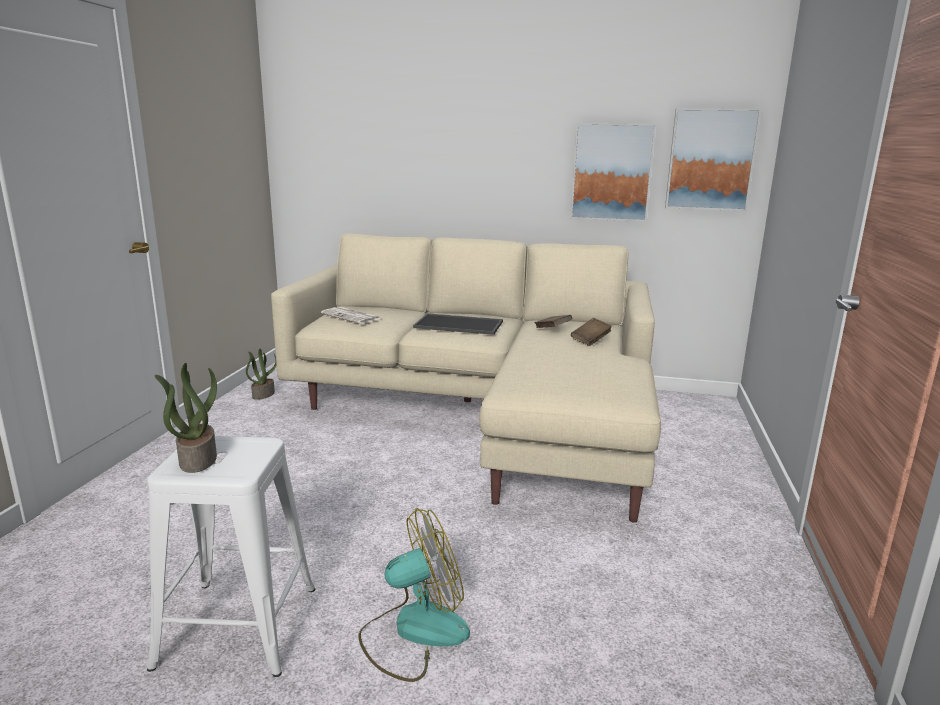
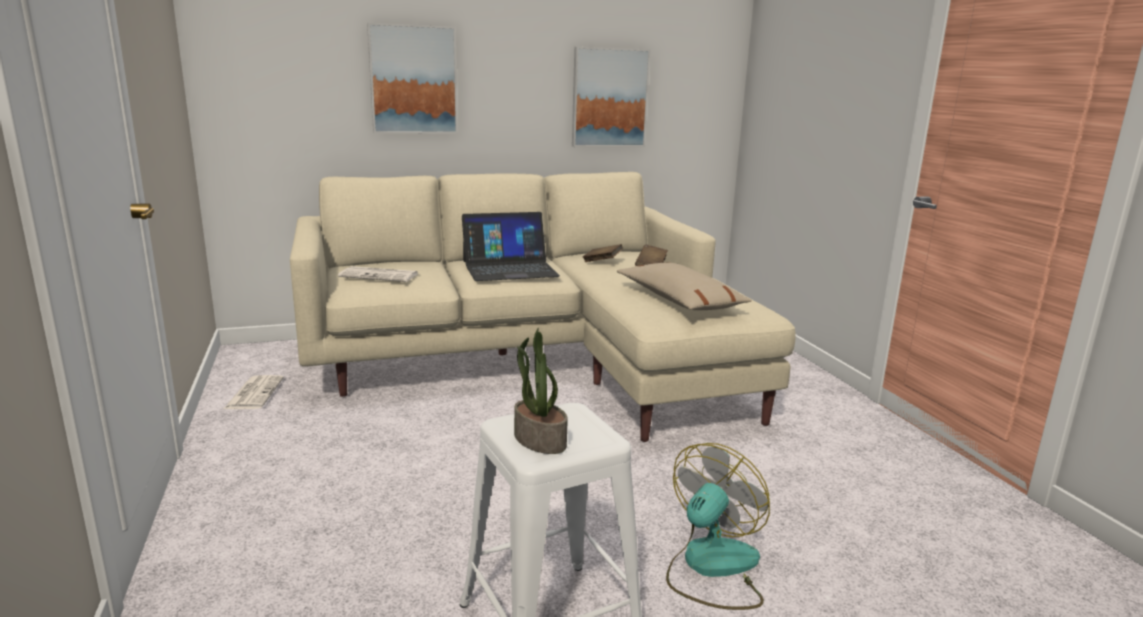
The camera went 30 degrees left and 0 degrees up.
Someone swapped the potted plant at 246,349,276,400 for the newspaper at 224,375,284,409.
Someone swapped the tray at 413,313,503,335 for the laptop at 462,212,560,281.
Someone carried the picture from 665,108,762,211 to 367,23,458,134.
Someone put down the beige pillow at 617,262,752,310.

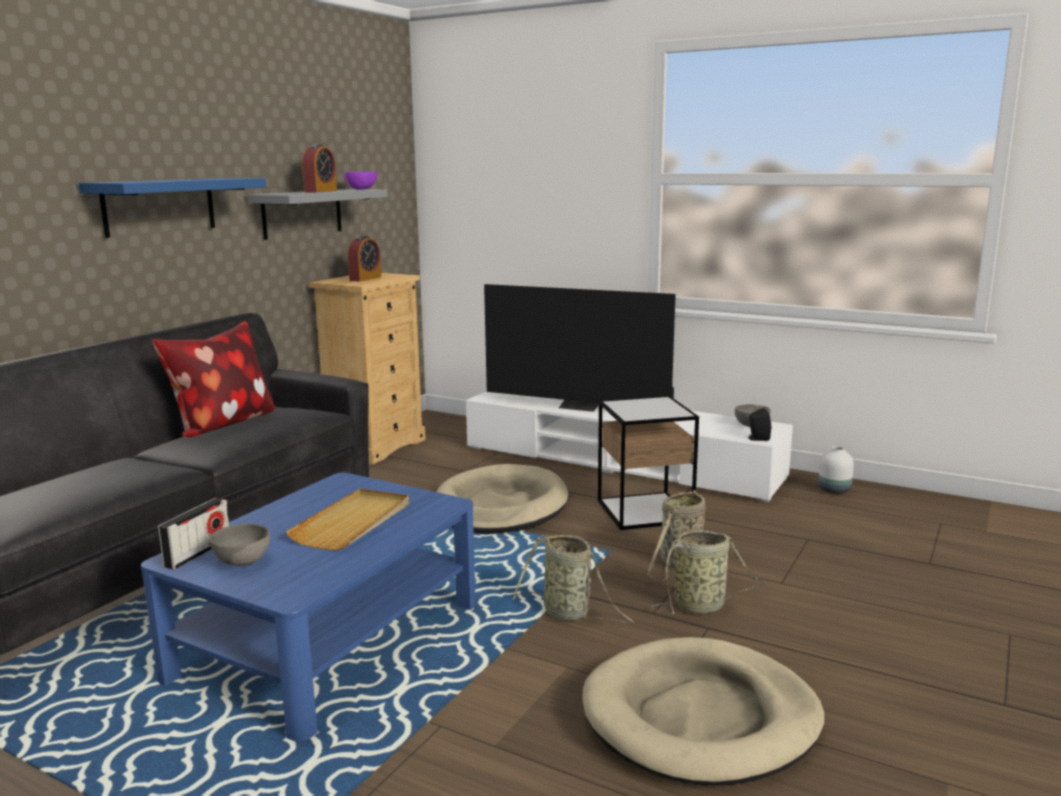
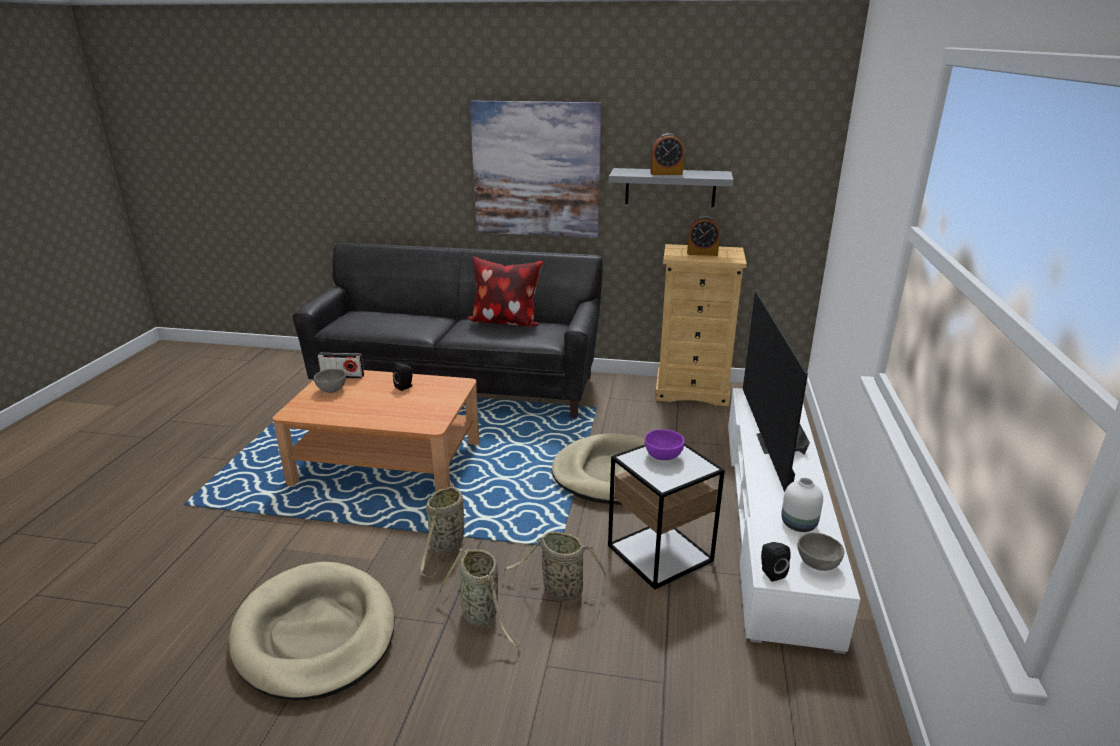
The camera went 70 degrees right and 10 degrees up.
Someone swapped the blue shelf at 79,178,267,238 for the picture at 470,101,601,238.
Someone repainted the blue coffee table at 141,473,476,741, which became the brown coffee table at 273,370,480,492.
Someone took away the beige tray at 286,488,409,551.
Someone carried the purple bowl from 344,171,377,190 to 645,429,685,460.
Someone carried the white vase from 819,446,854,494 to 781,478,823,532.
Someone put down the black speaker at 393,363,413,391.

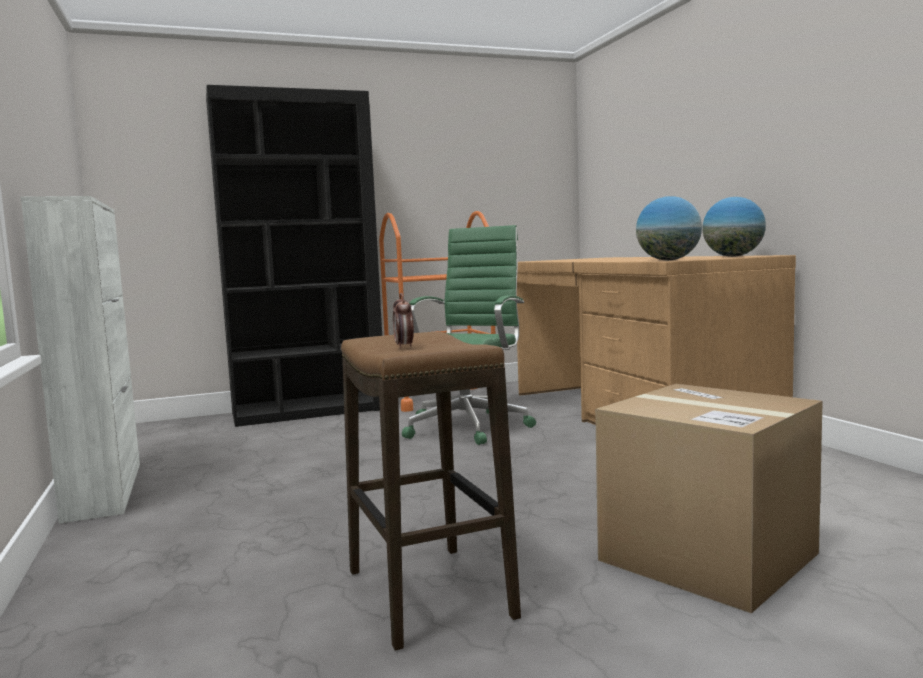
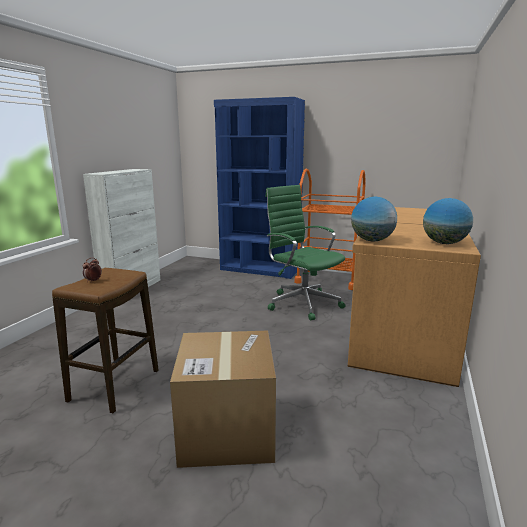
The camera went 40 degrees right and 10 degrees up.
Someone repainted the black bookcase at 206,85,382,427, which became the blue bookcase at 214,97,305,279.
Someone rotated the green office chair at 402,225,536,445 by 105 degrees counterclockwise.

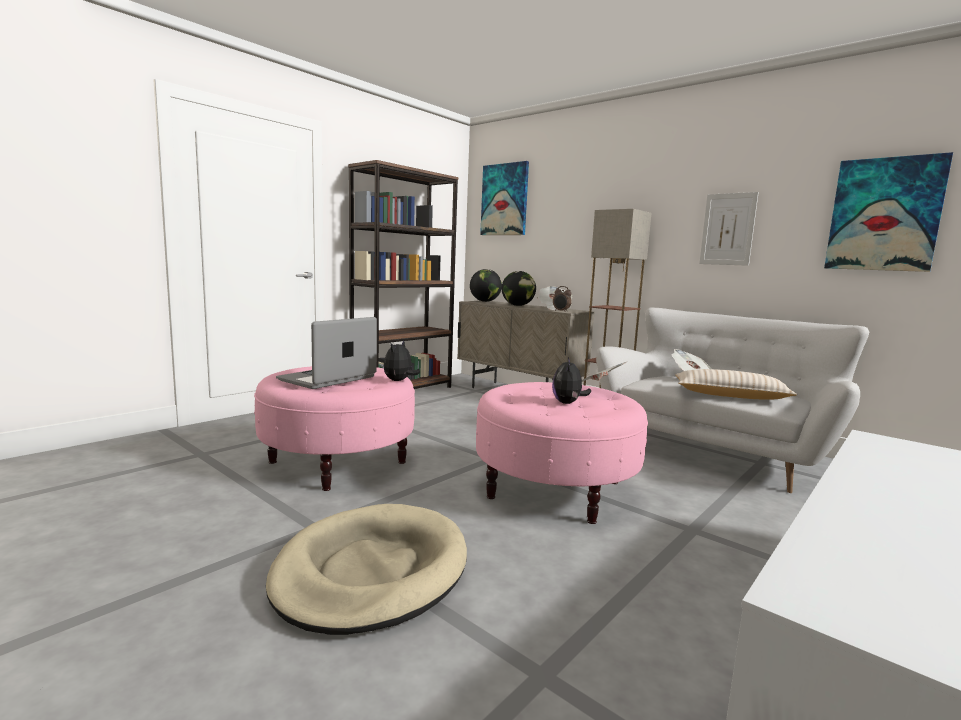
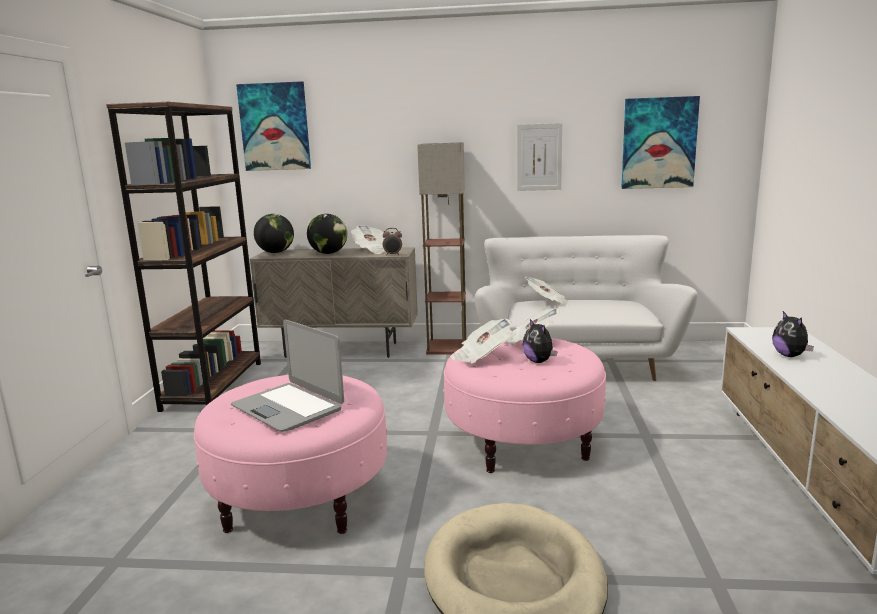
The camera went 35 degrees left and 5 degrees up.
Someone rotated the laptop at 276,317,377,389 by 45 degrees counterclockwise.
Someone carried the plush toy from 383,340,420,381 to 772,311,814,357.
Someone took away the beige pillow at 675,369,797,400.
Someone put down the newspaper at 451,319,512,364.

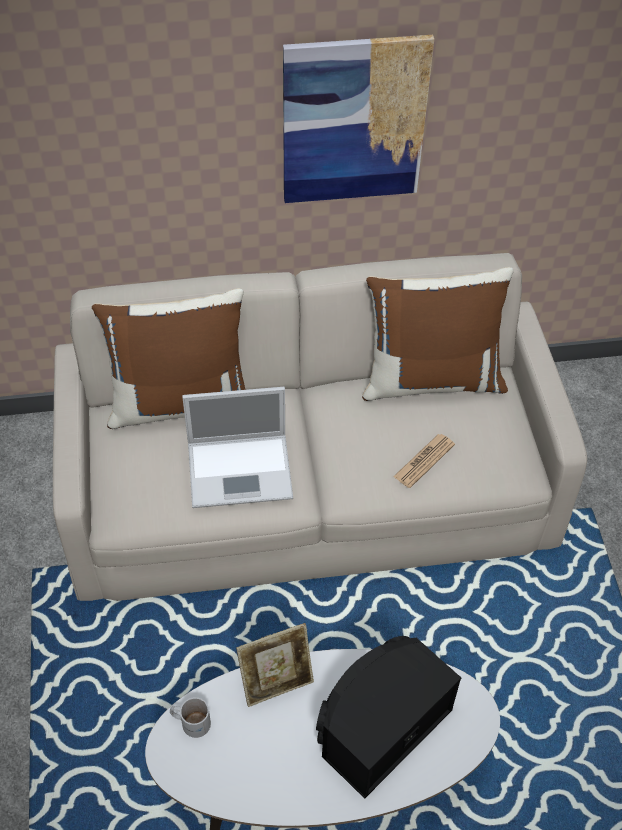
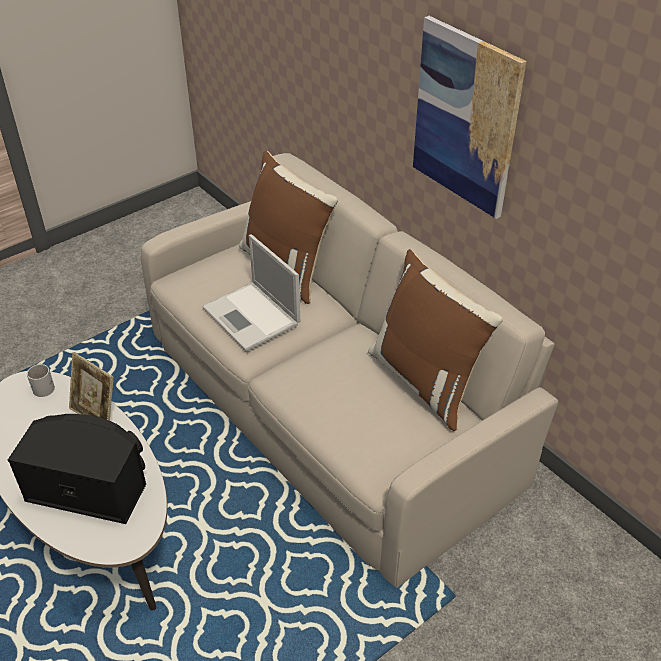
The camera went 60 degrees right and 10 degrees down.
Someone took away the newspaper at 393,434,455,488.

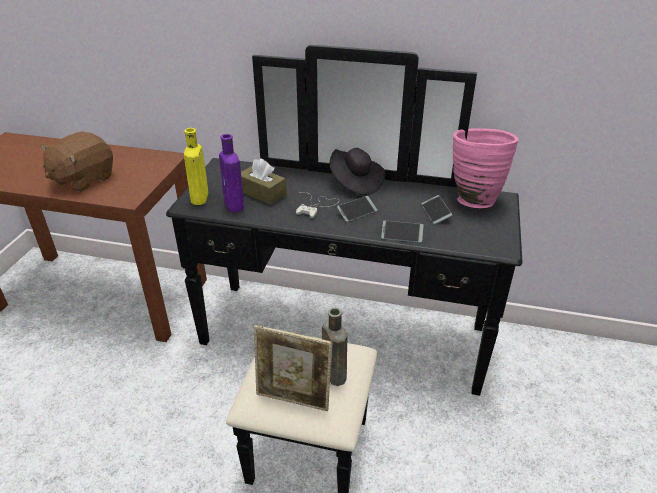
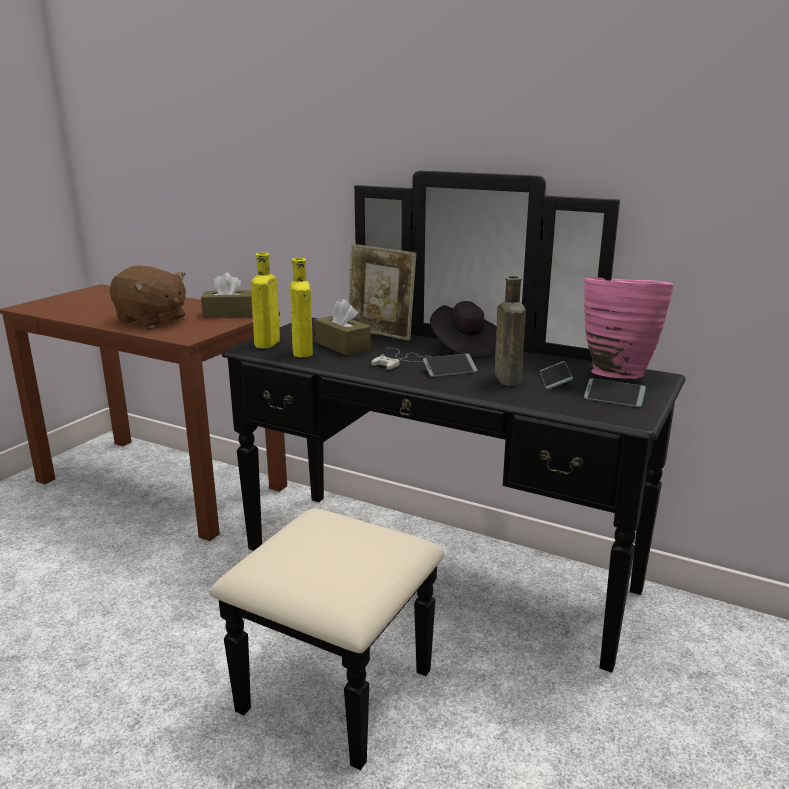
The camera went 15 degrees right and 15 degrees down.
Someone rotated the brown plush toy at 41,132,113,192 by 105 degrees counterclockwise.
Someone repainted the purple bottle at 219,134,244,212, which became the yellow bottle at 290,258,313,357.
Someone carried the picture frame from 254,325,333,411 to 349,244,416,341.
Someone carried the brown bottle from 322,308,347,386 to 495,276,526,386.
Someone carried the phone from 381,221,424,243 to 584,378,646,407.
Someone put down the brown tissue box at 201,273,253,318.

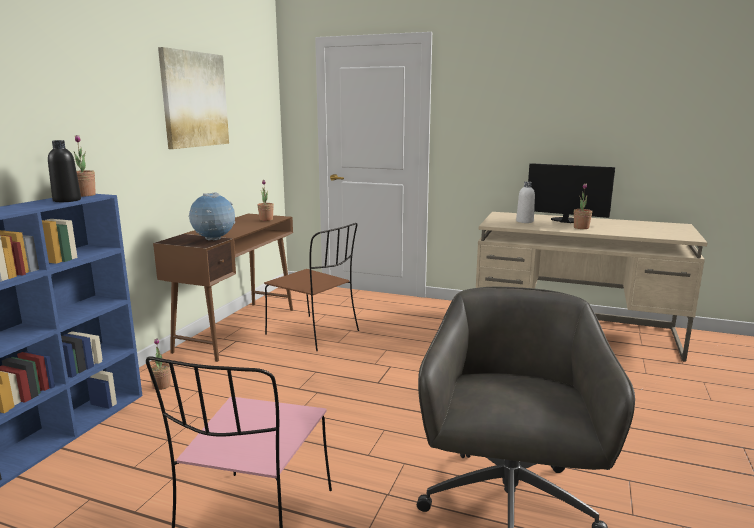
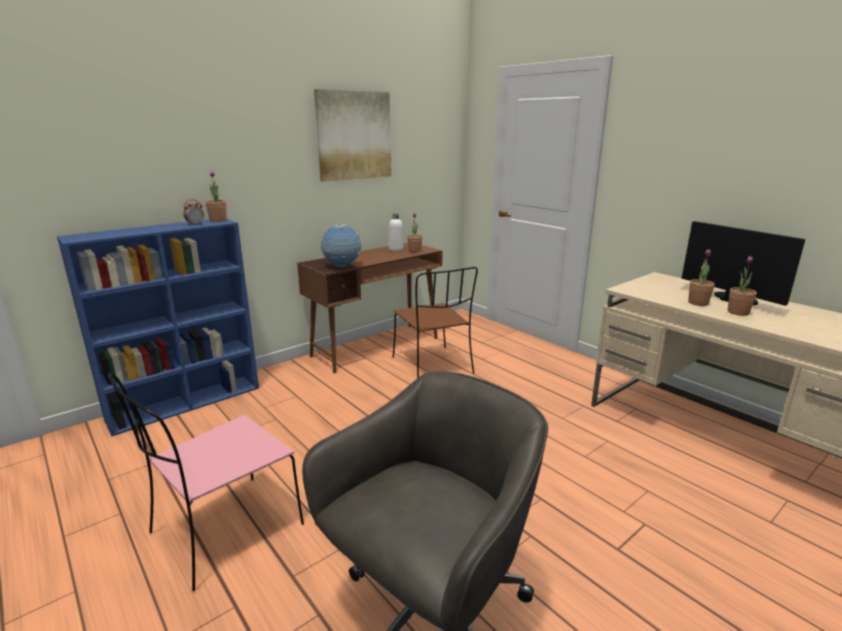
The camera went 30 degrees right and 5 degrees up.
Someone swapped the black bottle at 48,140,81,202 for the alarm clock at 183,199,204,226.
Someone carried the potted plant from 149,338,171,390 to 688,249,715,306.
Someone carried the white bottle from 516,181,535,223 to 389,214,404,251.

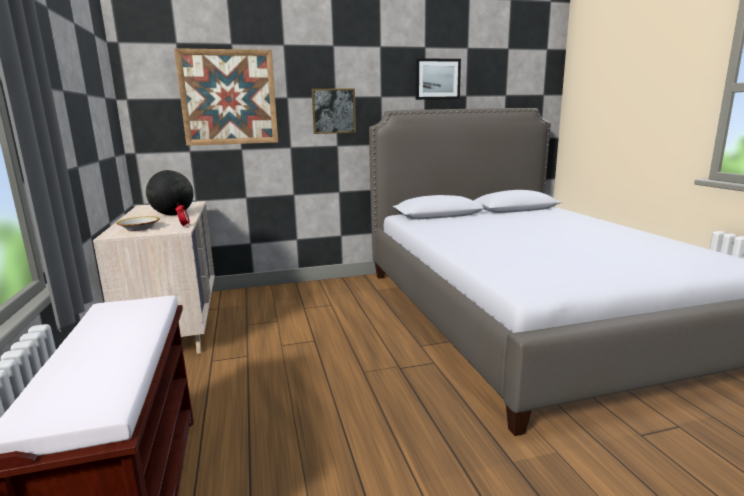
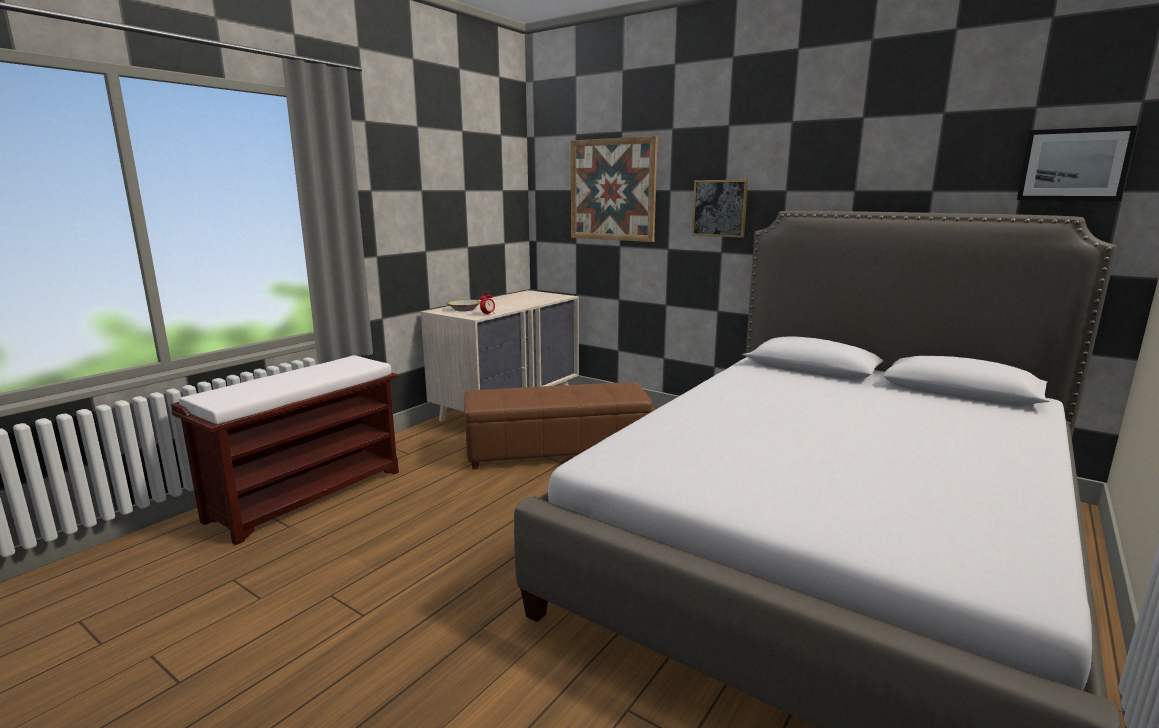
The camera went 50 degrees right and 0 degrees up.
Someone took away the globe at 146,170,194,215.
Someone carried the picture from 416,58,461,100 to 1017,126,1138,201.
Someone put down the brown ottoman at 464,382,652,469.

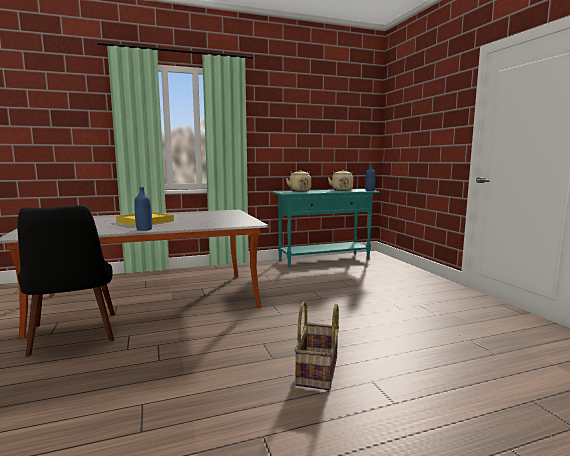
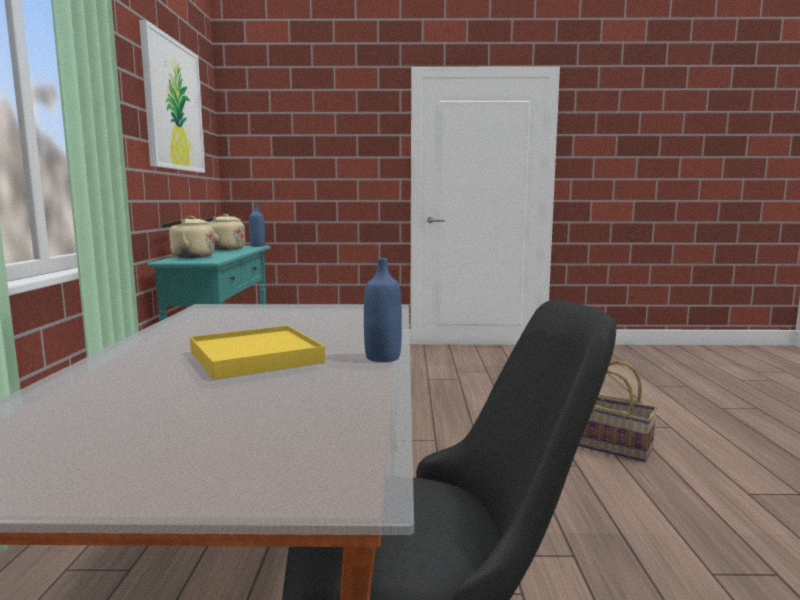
The camera went 70 degrees left and 0 degrees up.
Someone put up the picture at 139,20,205,173.

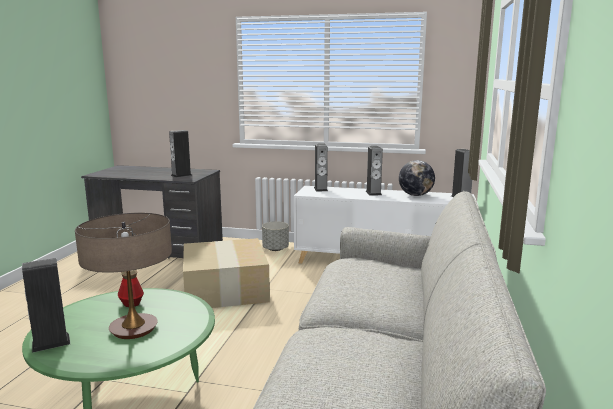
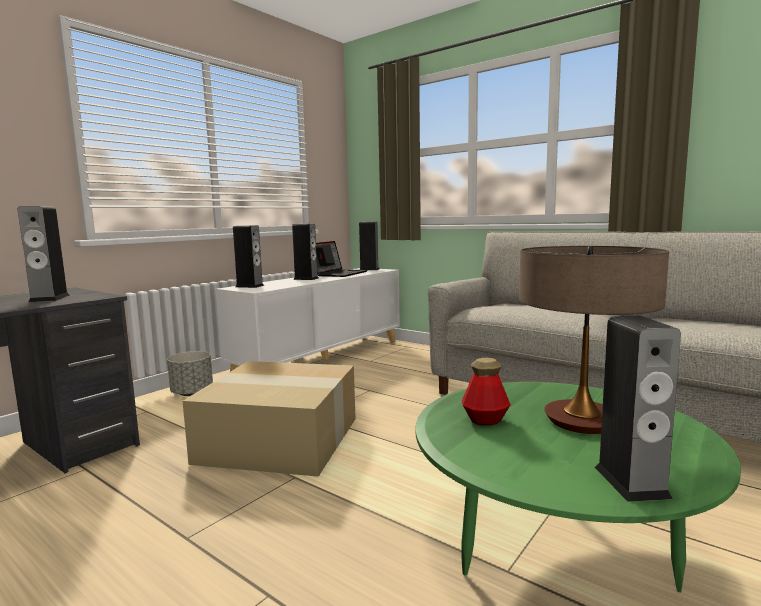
The camera went 65 degrees left and 5 degrees down.
Someone swapped the globe at 399,160,435,196 for the laptop at 316,241,368,277.

